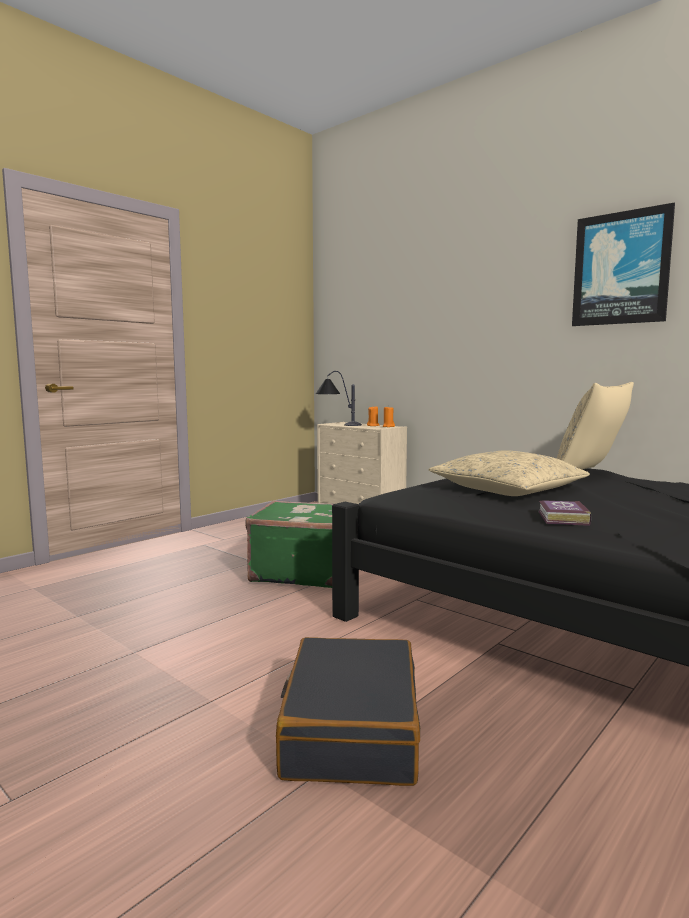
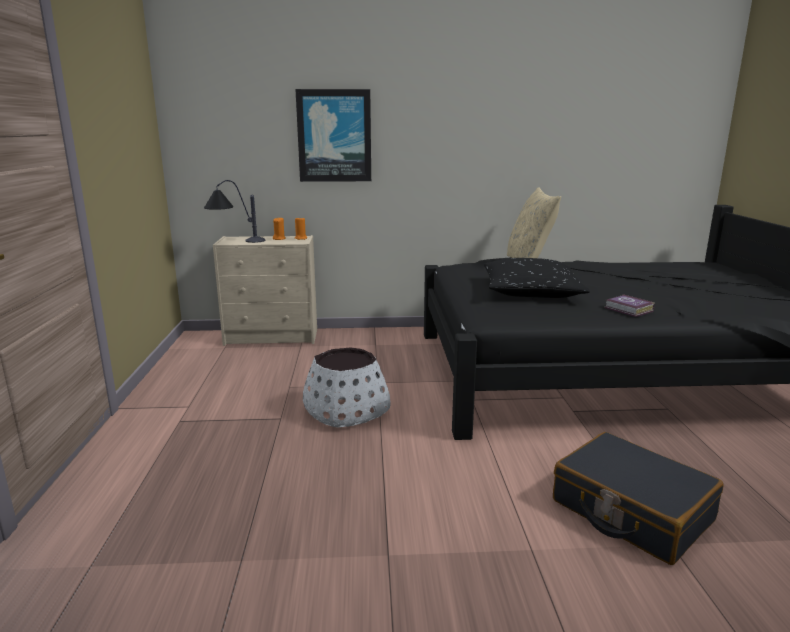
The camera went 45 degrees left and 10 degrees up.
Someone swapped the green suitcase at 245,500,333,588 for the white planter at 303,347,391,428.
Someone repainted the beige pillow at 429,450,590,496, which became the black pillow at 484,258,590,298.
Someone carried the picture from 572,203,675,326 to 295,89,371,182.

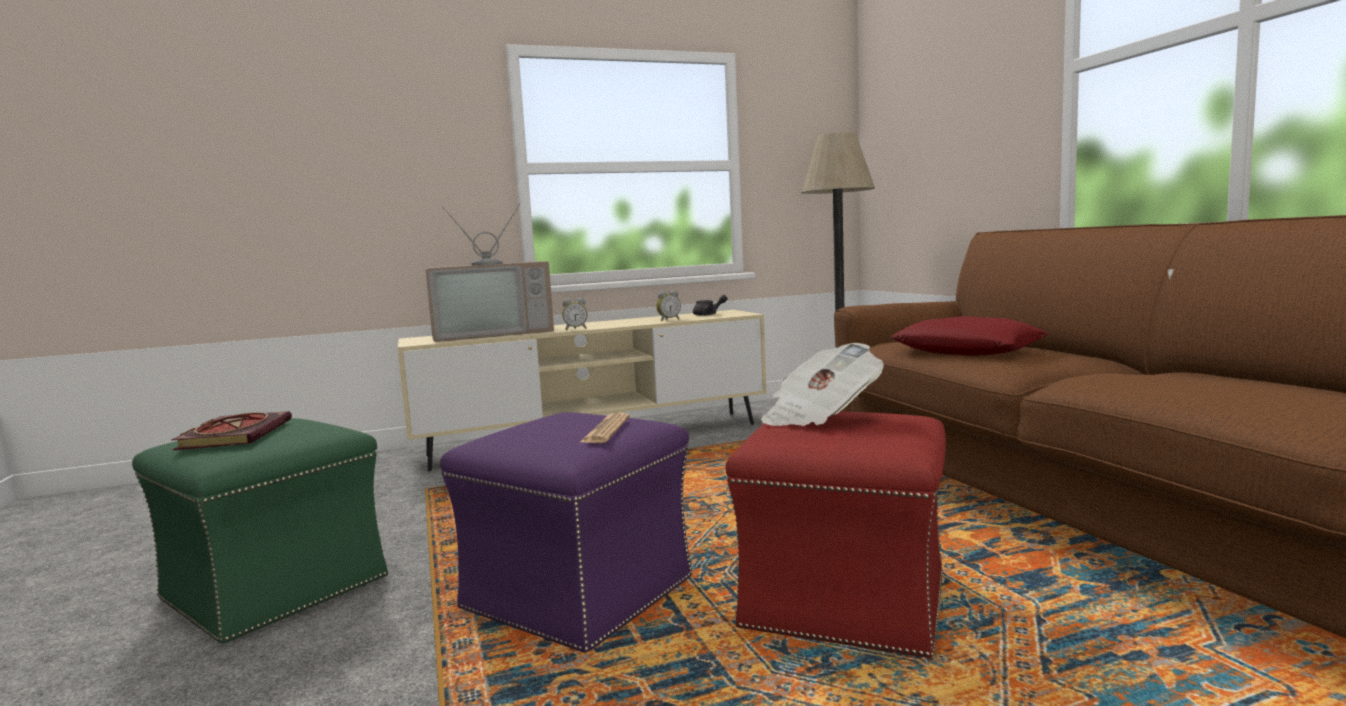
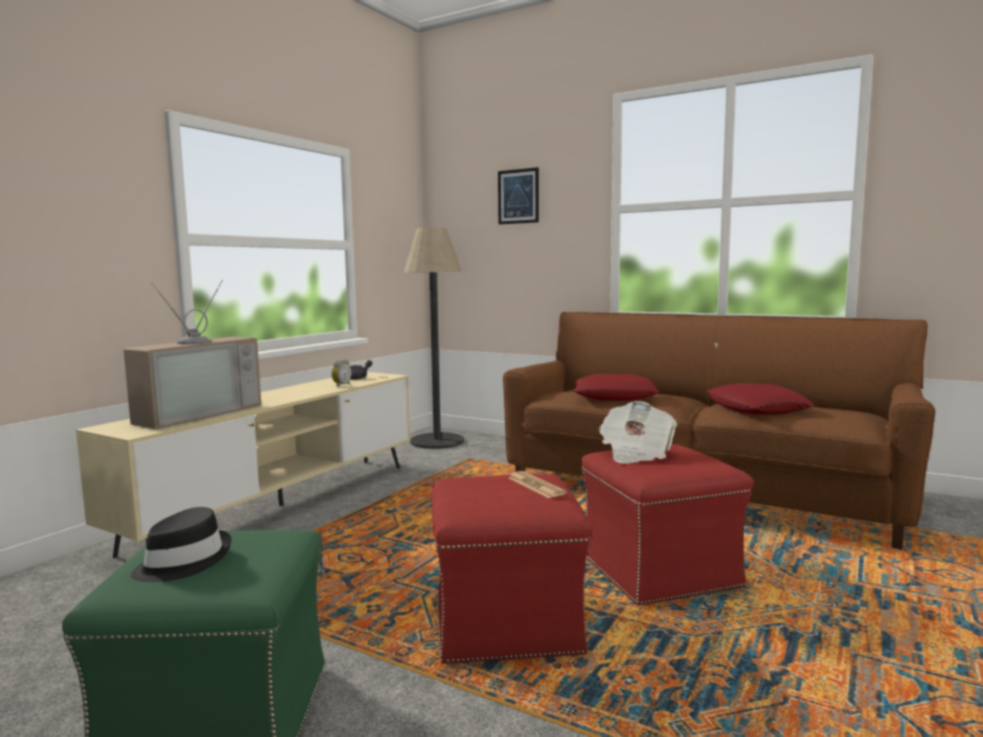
The camera went 40 degrees left and 0 degrees up.
Someone swapped the book at 171,411,292,450 for the black hat at 131,507,231,582.
Someone repainted the purple ottoman at 440,412,692,653, which became the red ottoman at 432,474,592,664.
Someone took away the alarm clock at 562,298,587,330.
Someone put up the picture at 498,167,539,224.
Someone put down the red pillow at 706,383,815,415.

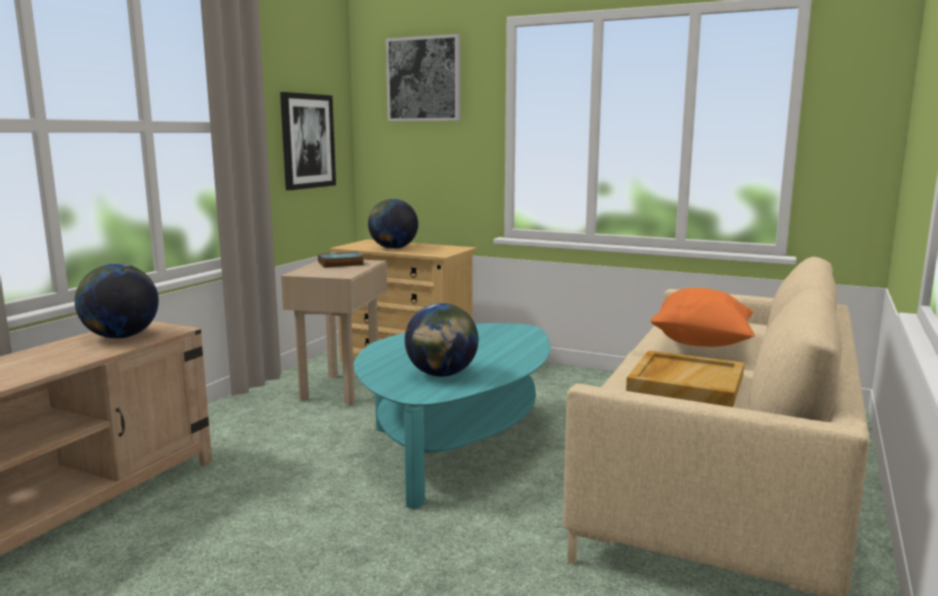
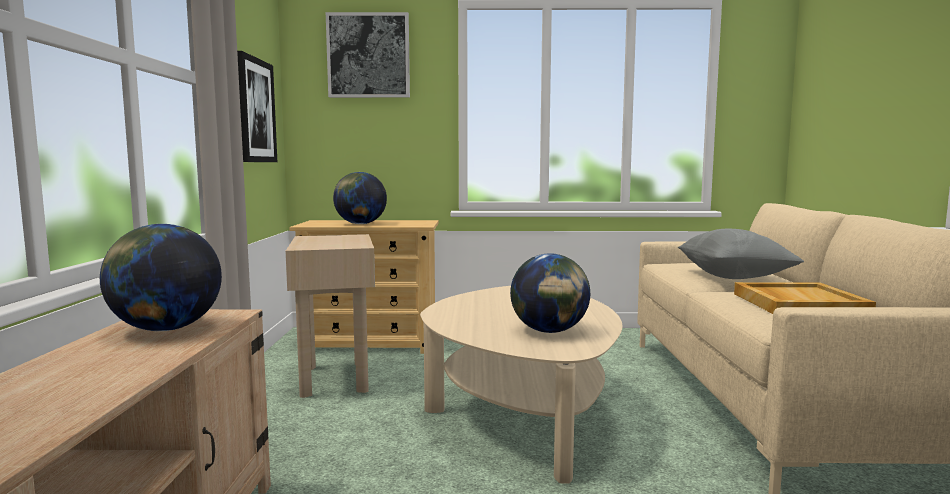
The camera went 25 degrees left and 5 degrees down.
Someone took away the book at 318,252,364,268.
Someone repainted the turquoise coffee table at 354,323,550,509, which became the beige coffee table at 420,286,622,483.
Someone repainted the orange pillow at 650,288,755,347, which became the grey pillow at 678,229,804,279.

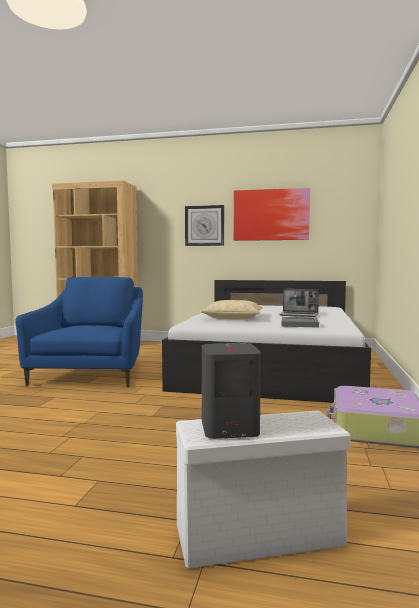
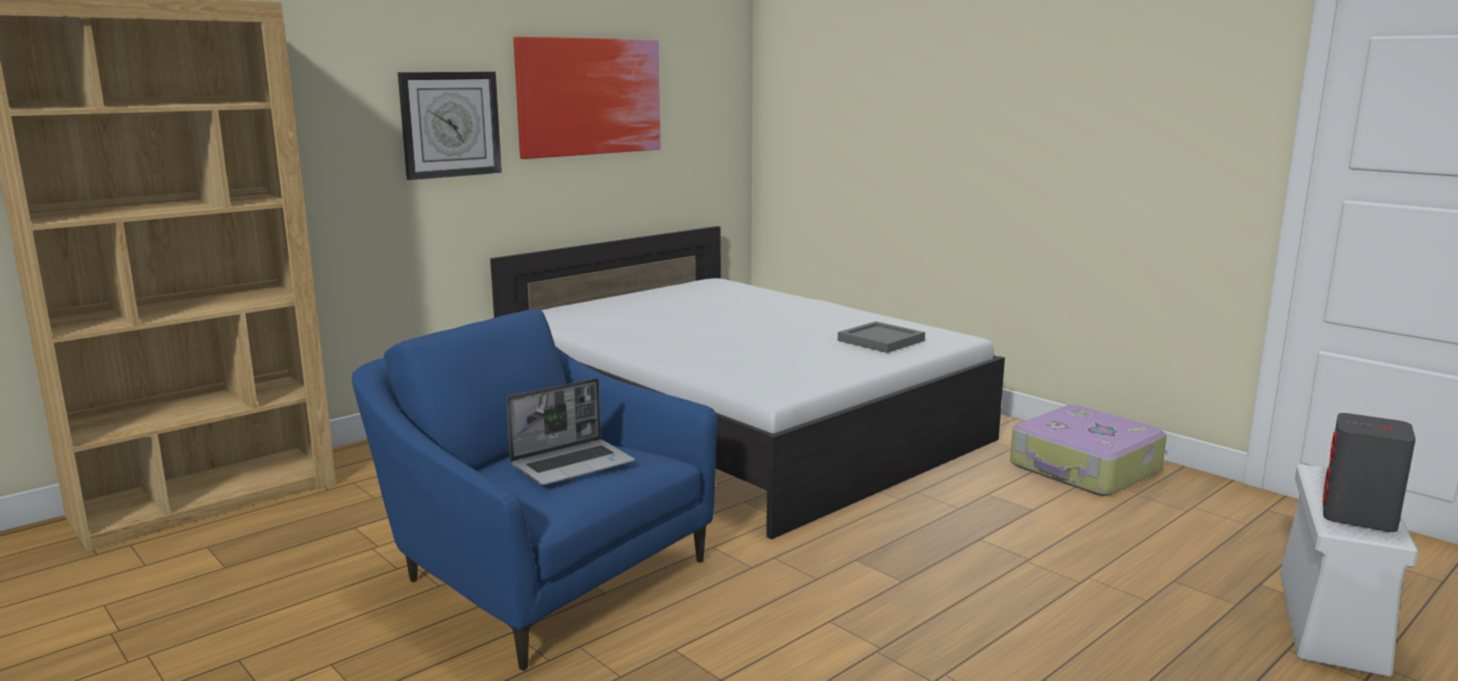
The camera went 55 degrees left and 10 degrees up.
Someone took away the beige pillow at 200,300,263,319.
Someone carried the laptop from 279,289,319,317 to 506,378,635,485.

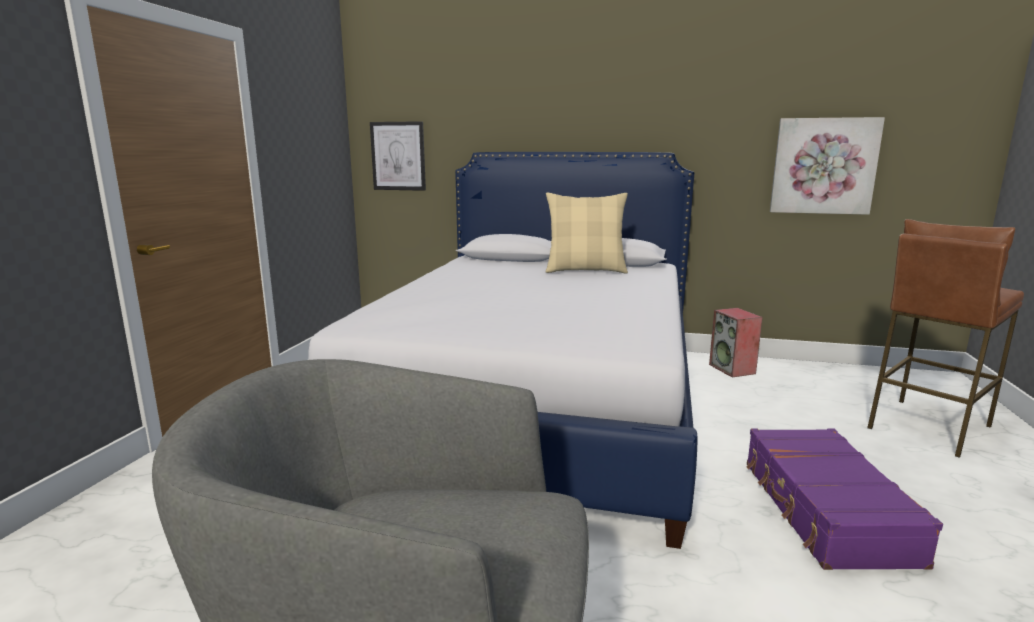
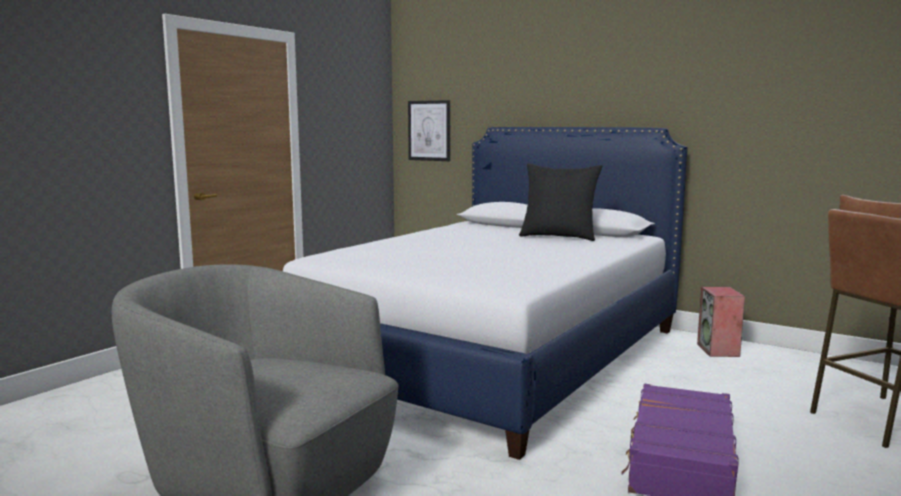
The camera went 20 degrees right and 5 degrees down.
Someone repainted the beige pillow at 546,192,628,273, which became the black pillow at 519,164,602,241.
Someone took away the picture at 770,117,885,215.

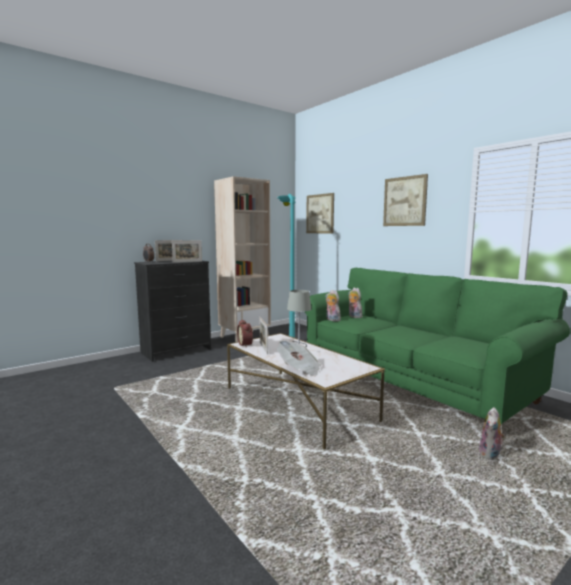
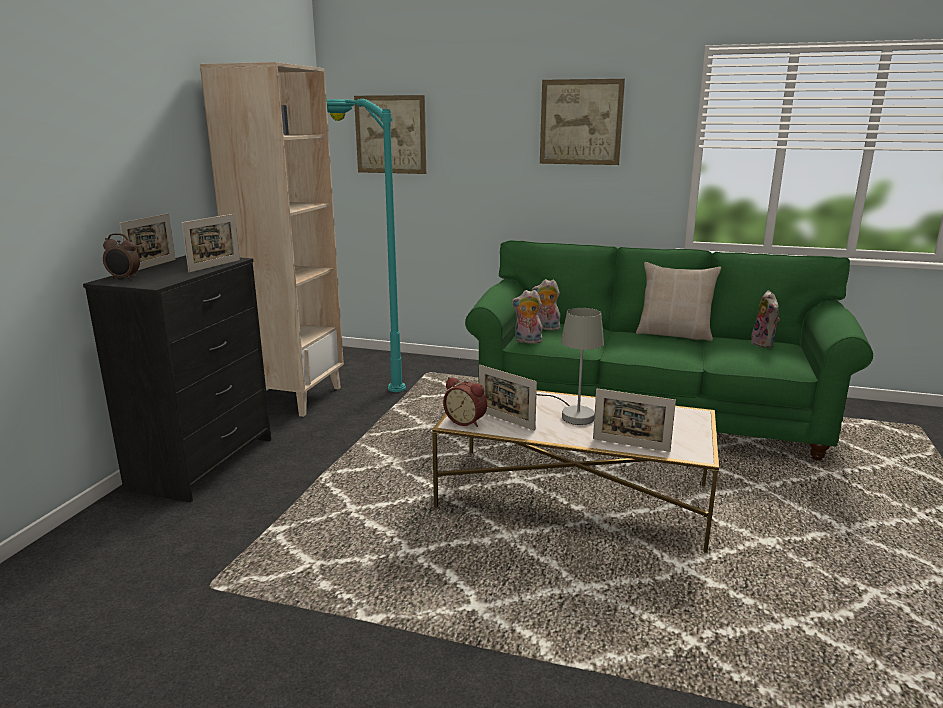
The camera went 35 degrees left and 10 degrees up.
Someone swapped the newspaper at 277,340,321,376 for the picture frame at 593,389,676,452.
Someone carried the plush toy from 479,407,506,460 to 751,290,780,348.
Someone put down the beige pillow at 636,262,721,341.

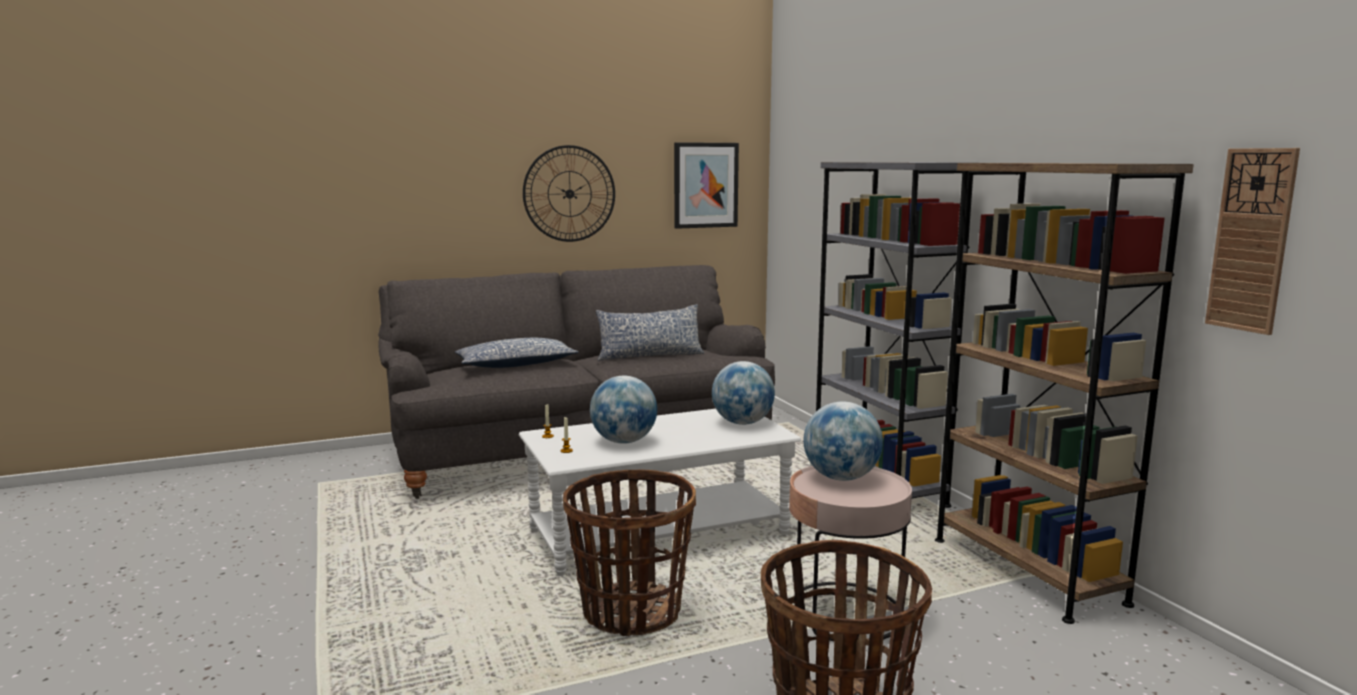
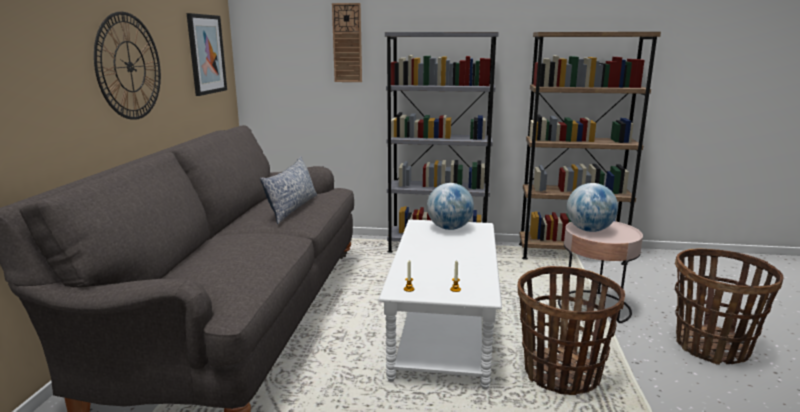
The camera went 60 degrees left and 5 degrees up.
Someone took away the pillow at 455,338,579,368.
Someone took away the globe at 590,376,657,444.
Someone carried the wall clock from 1205,148,1300,335 to 332,3,362,82.

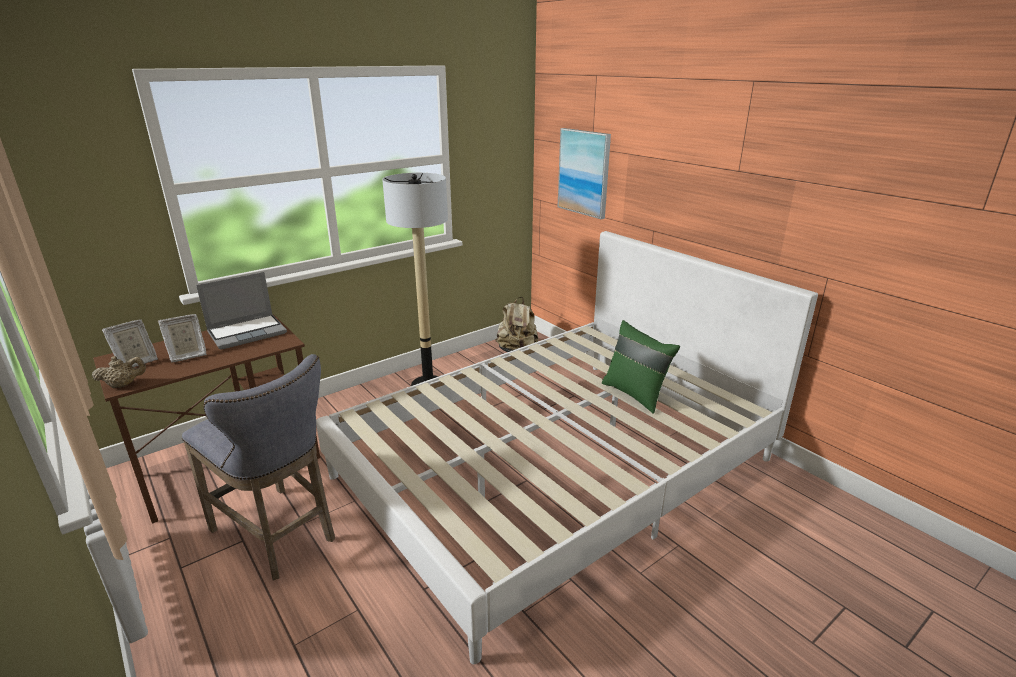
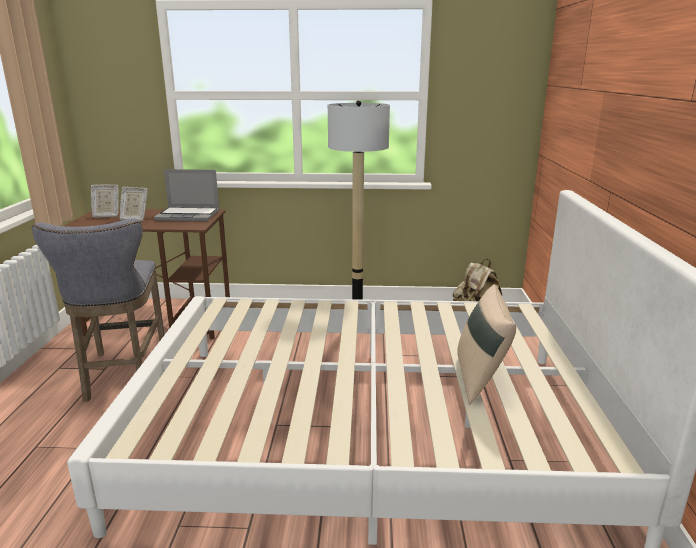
The camera went 40 degrees right and 5 degrees down.
Someone took away the beige teapot at 92,356,146,388.
Someone took away the picture at 558,128,611,219.
Someone repainted the green pillow at 602,320,680,414, which became the beige pillow at 457,284,516,404.

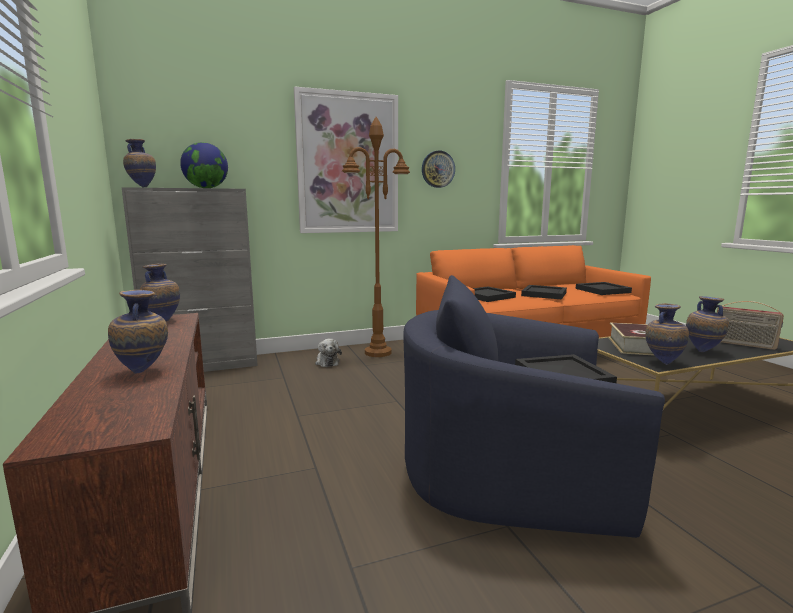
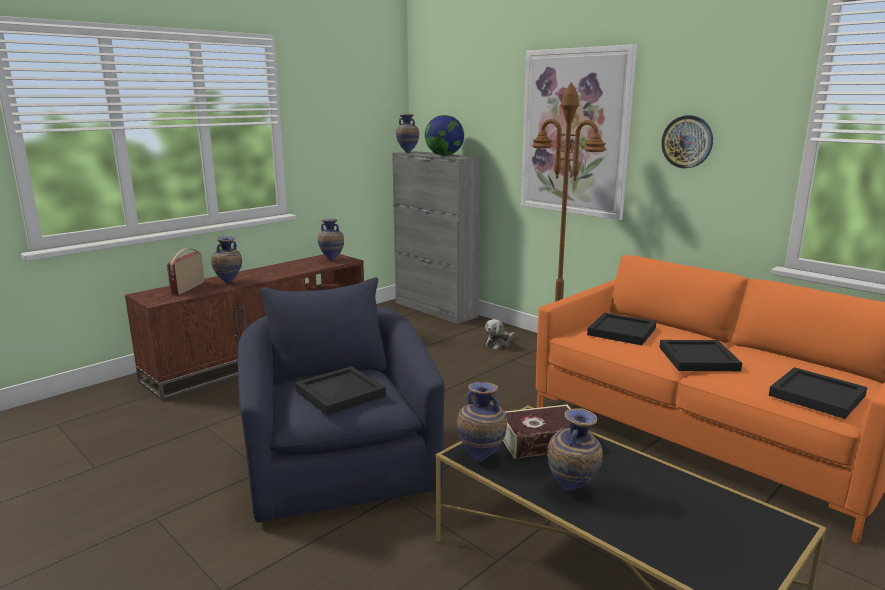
The camera went 65 degrees right and 5 degrees up.
Someone carried the radio from 717,301,784,350 to 167,248,204,295.

